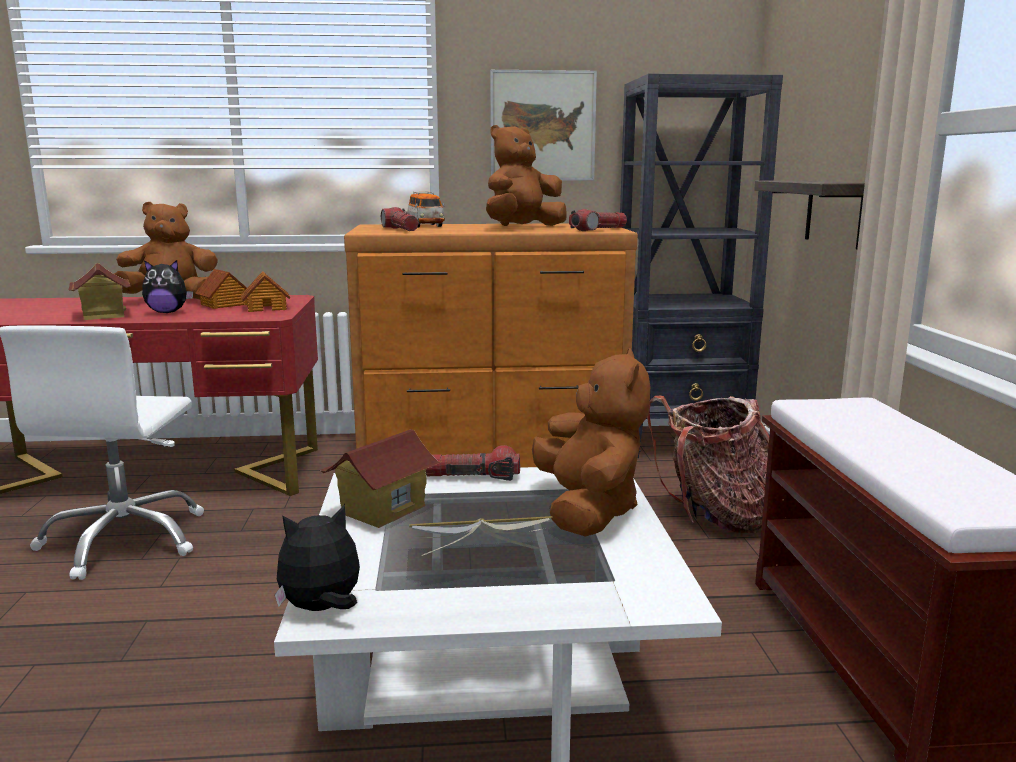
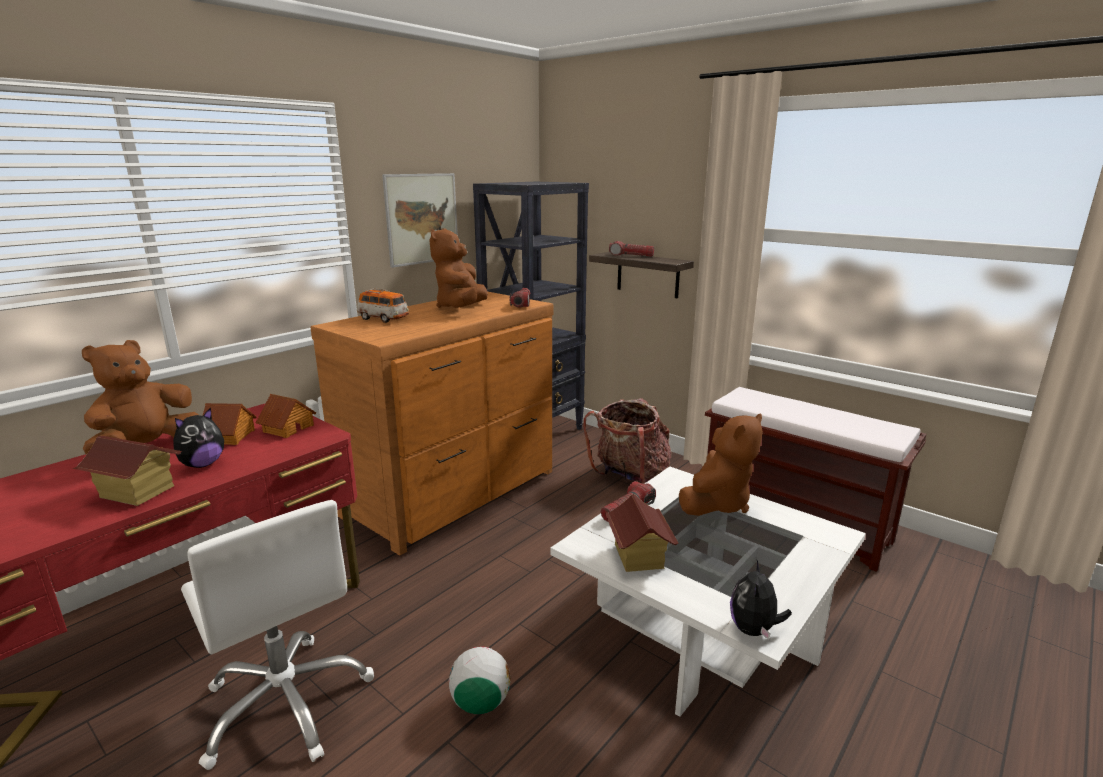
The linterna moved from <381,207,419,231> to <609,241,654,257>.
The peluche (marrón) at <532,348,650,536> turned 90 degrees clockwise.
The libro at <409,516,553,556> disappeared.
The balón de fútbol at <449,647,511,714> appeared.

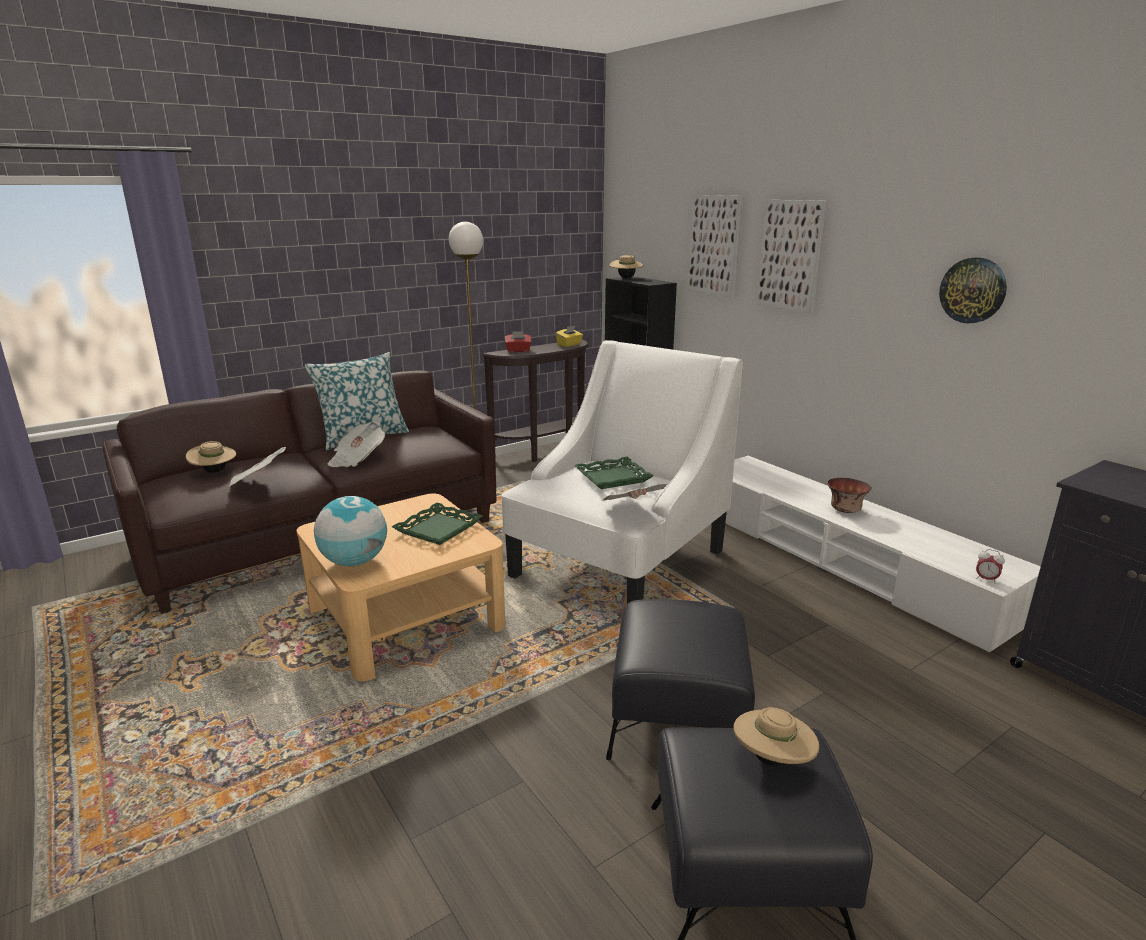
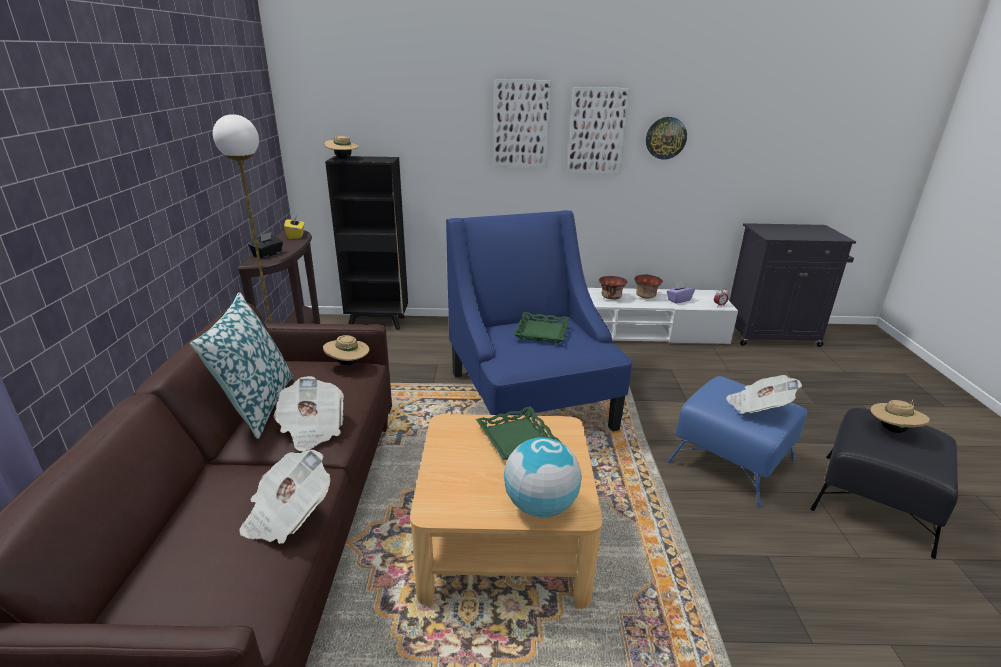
The cuadro moved from <688,195,743,298> to <567,87,630,174>.
The caja de pañuelos (rojo) at <505,331,531,352> became the caja de pañuelos (negro) at <248,232,283,258>.
The sillón (blanco) at <502,340,743,604> became the sillón (azul) at <446,210,632,432>.
The sombrero (beis) moved from <186,441,236,473> to <323,335,370,366>.
The periódico moved from <601,484,668,501> to <726,375,802,414>.
The puf (negro) at <606,599,755,760> became the puf (azul) at <667,376,807,508>.
The cuenco at <634,274,663,298> appeared.
The caja de pañuelos (morado) at <667,282,695,304> appeared.

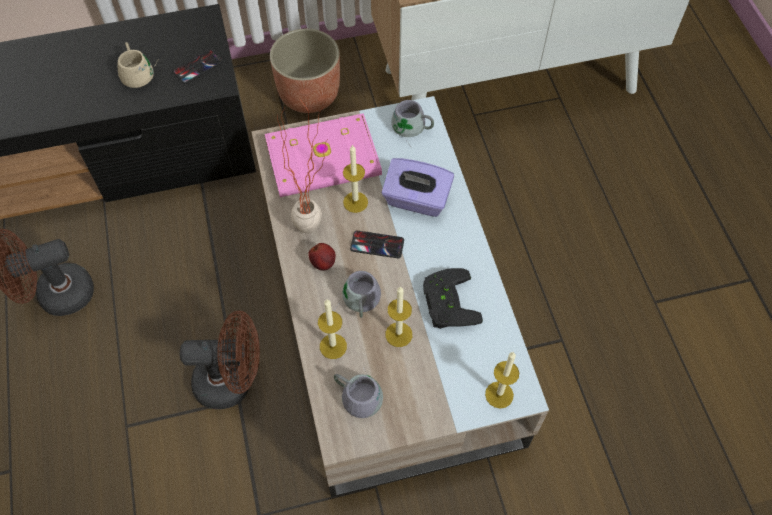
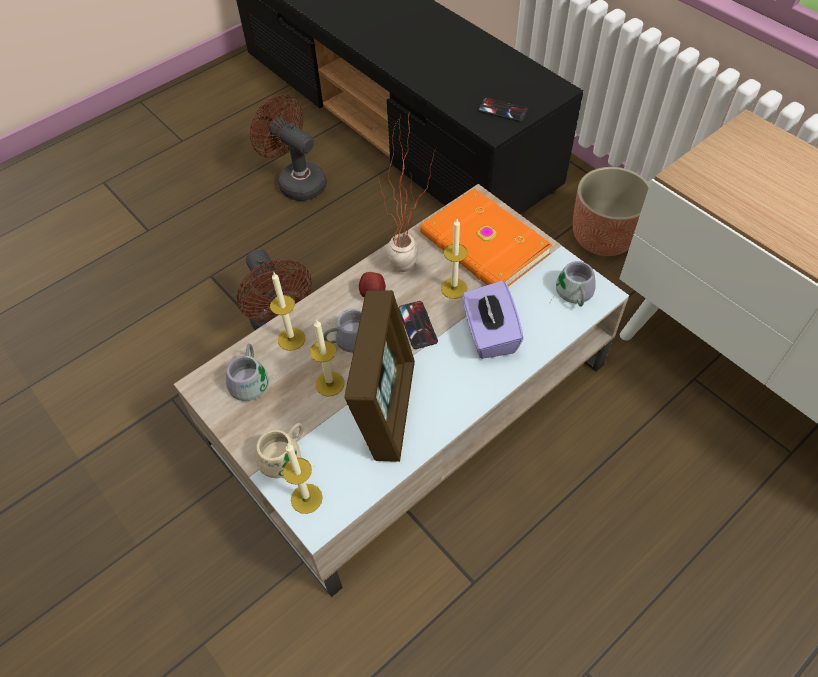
The taza grande (beis) moved from <118,42,158,88> to <255,423,315,478>.
The libro (rosa) at <265,113,382,197> became the libro (naranja) at <420,188,553,287>.
The mando de consola (negro) at <423,268,483,329> was replaced by the portarretratos at <344,290,415,462>.

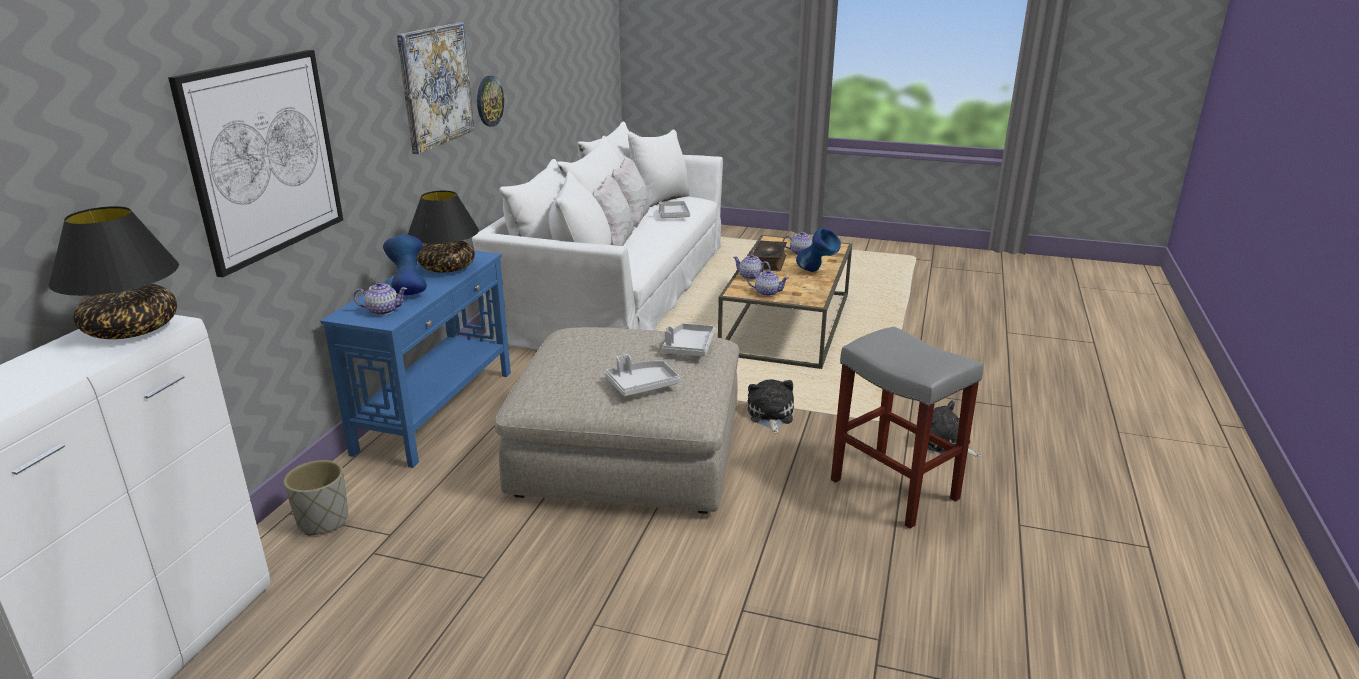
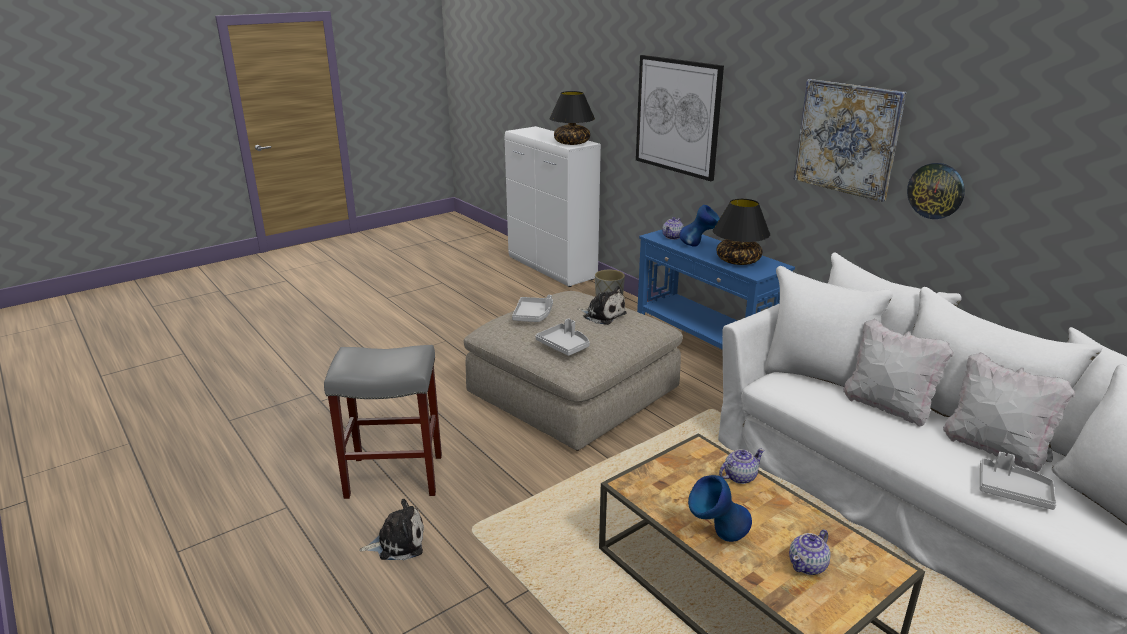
The libro at <753,241,787,271> disappeared.
The tetera at <747,270,789,296> disappeared.
The peluche moved from <747,379,794,433> to <577,286,627,325>.

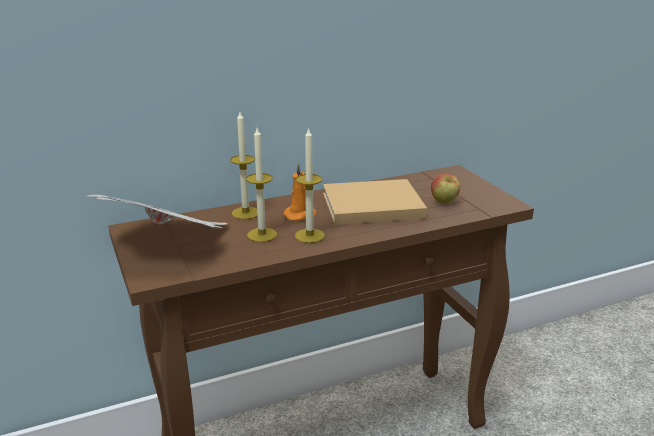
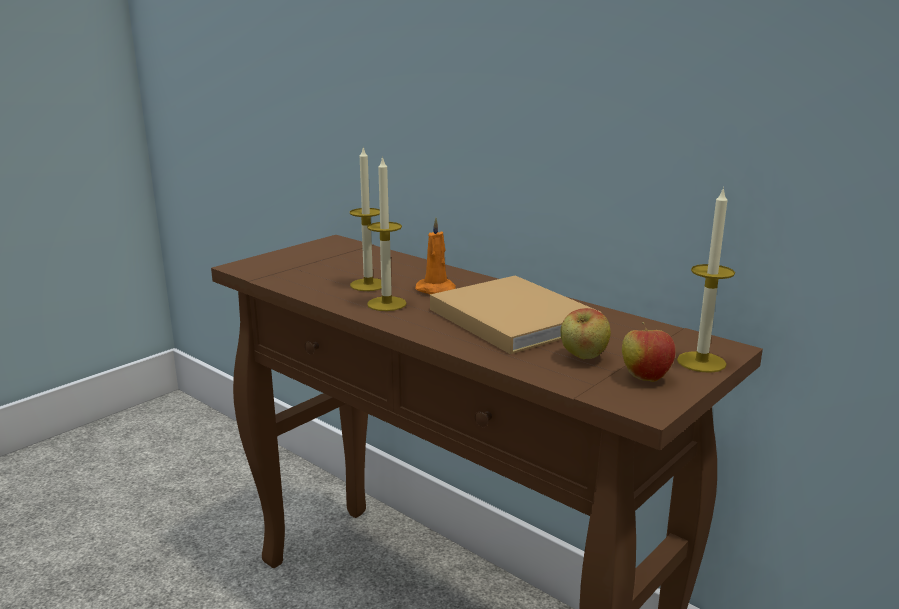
The vela moved from <230,112,257,219> to <677,187,735,373>.
The periódico at <87,194,228,228> disappeared.
The manzana at <622,322,676,382> appeared.

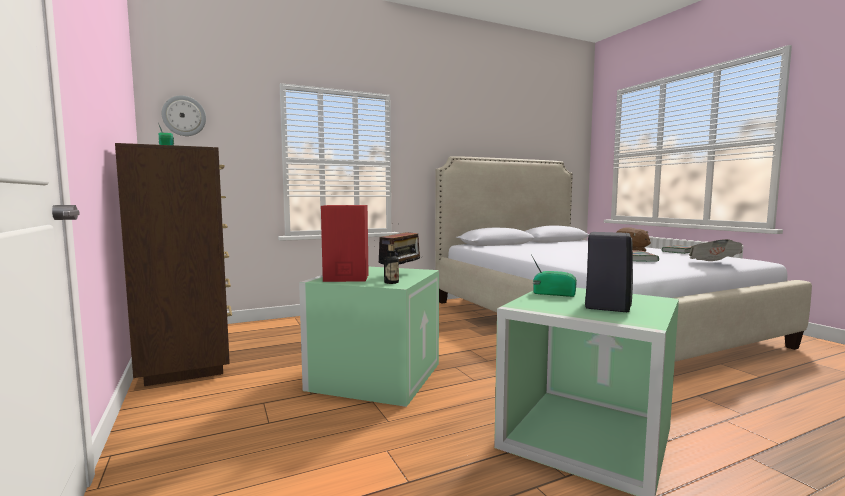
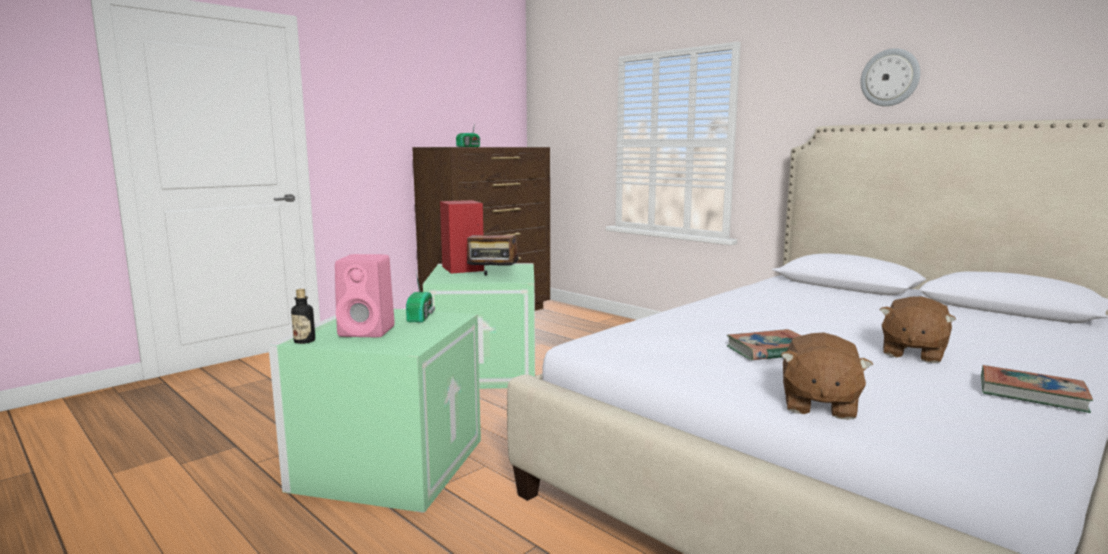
The reloj de pared moved from <162,95,206,136> to <861,48,920,106>.
The altavoz (negro) at <585,232,633,312> became the altavoz (rosa) at <335,254,395,337>.
The periódico at <689,239,743,261> was replaced by the peluche (marrón) at <781,332,873,420>.
The botella moved from <384,245,399,284> to <291,289,315,344>.

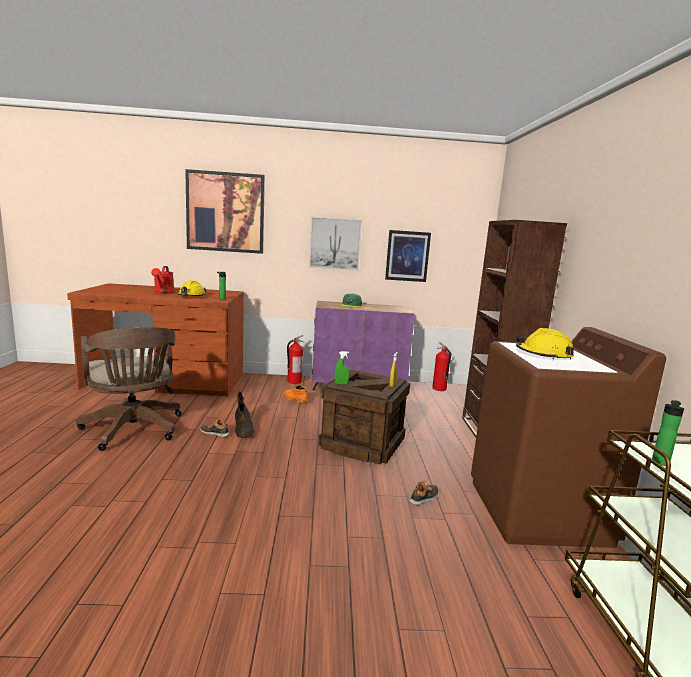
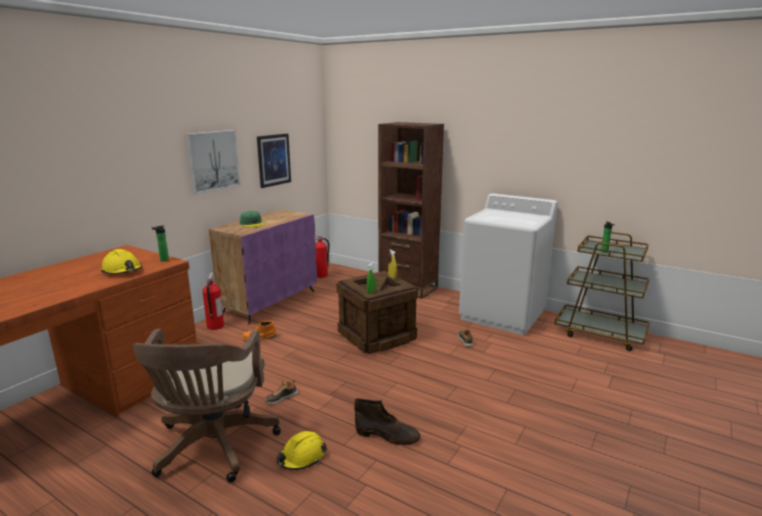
The cuadro at <185,169,265,254> disappeared.
The regadera (rojo) at <151,266,175,294> disappeared.
The silla de oficina (marrón) at <76,327,182,451> turned 90 degrees clockwise.
The lavadora (marrón) at <471,327,666,548> became the lavadora (blanco) at <459,193,558,335>.
The casco (amarillo) moved from <516,328,574,359> to <277,431,327,470>.
The bota (marrón) moved from <235,392,254,438> to <354,398,420,445>.

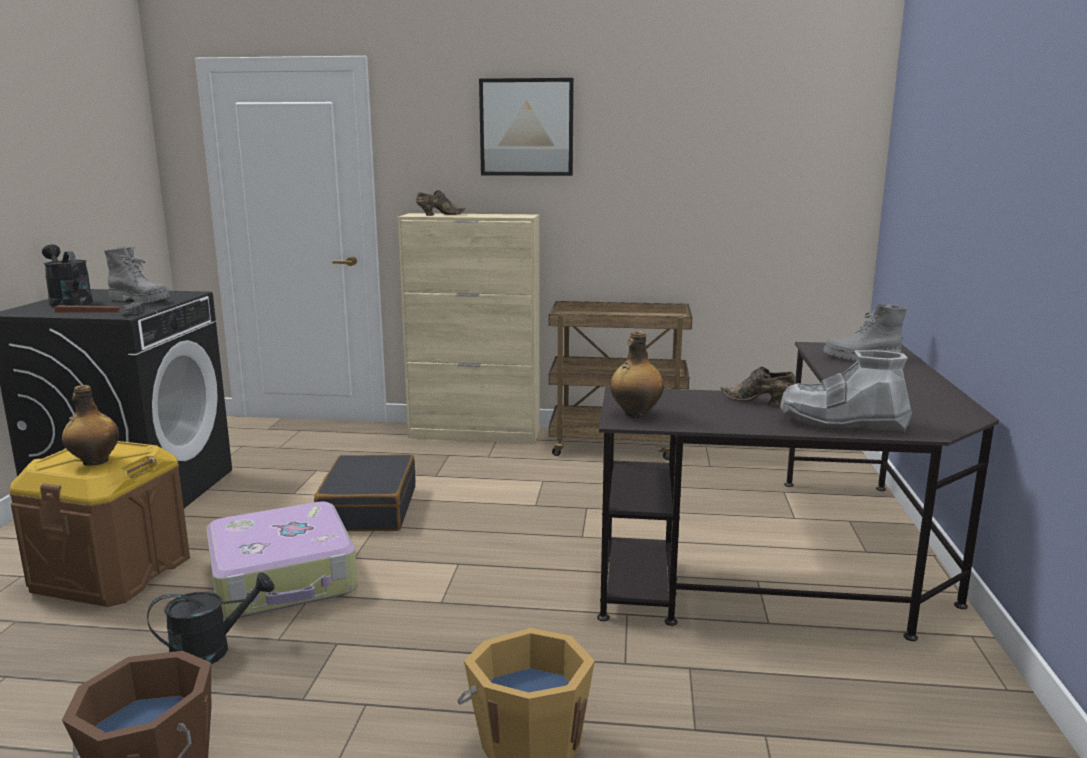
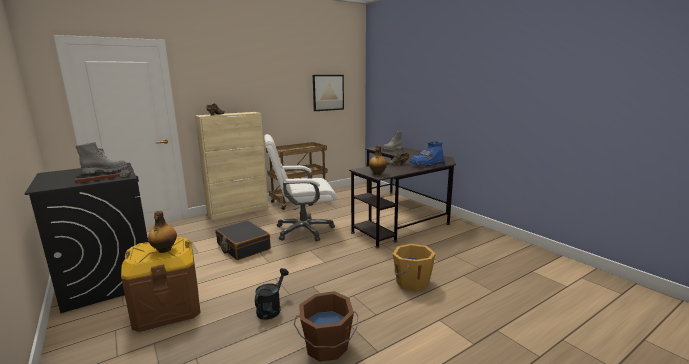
The cuadro moved from <479,78,574,176> to <313,75,344,111>.
The regadera (negro) at <42,244,93,307> disappeared.
The bota (gris) at <780,350,912,433> became the bota (azul) at <410,142,445,167>.
The maleta at <206,501,358,618> disappeared.
The silla de oficina (blanco) at <264,134,337,241> appeared.

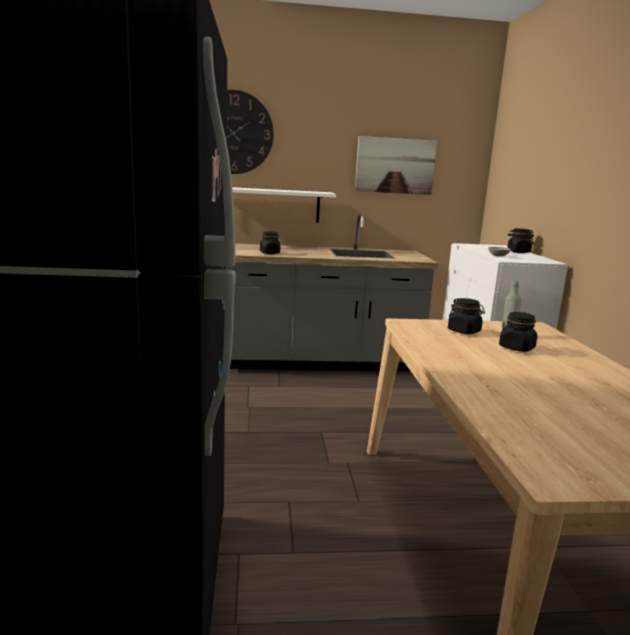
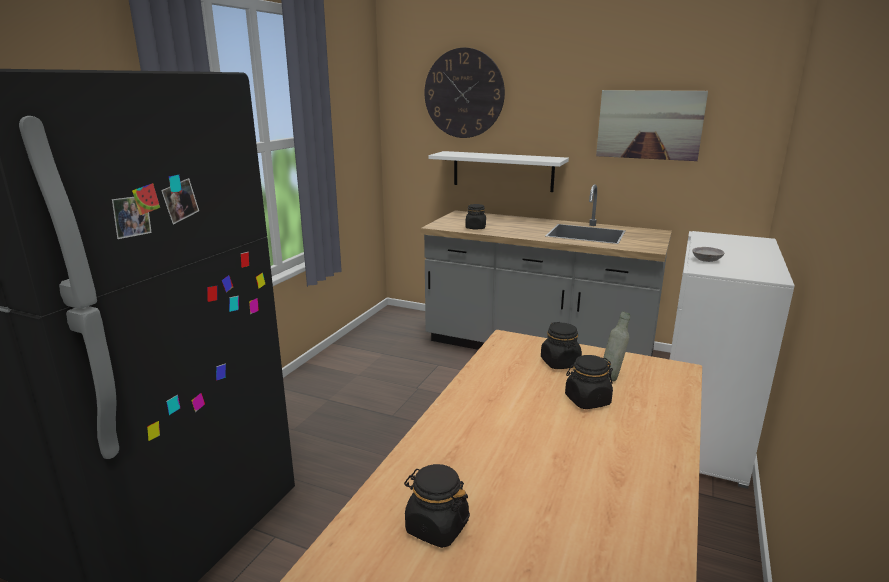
The tarro (negro) moved from <507,228,534,253> to <404,464,470,548>.

